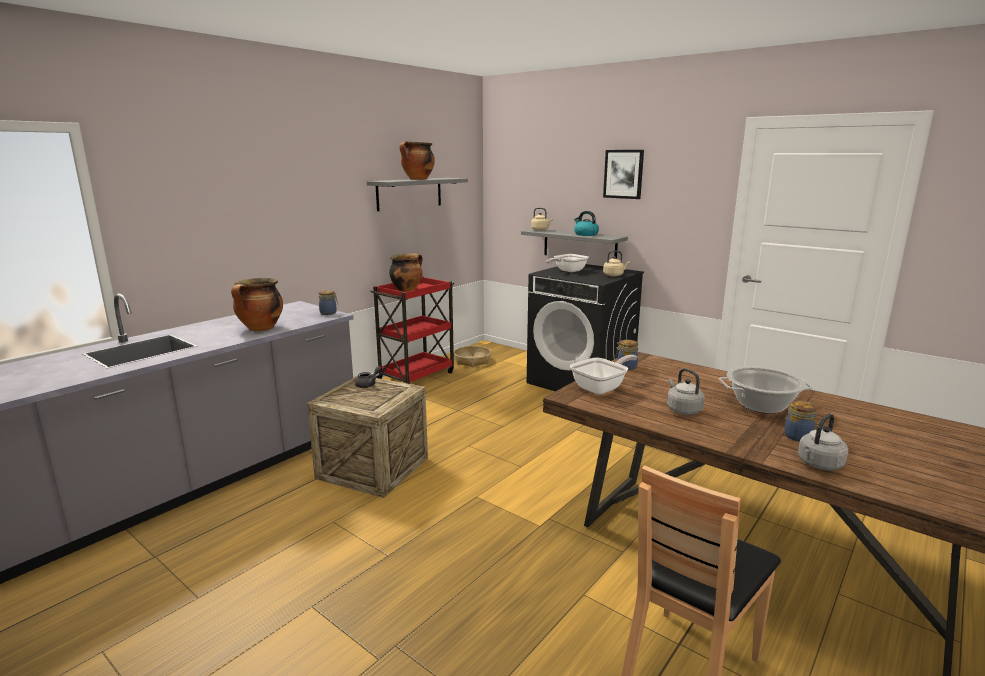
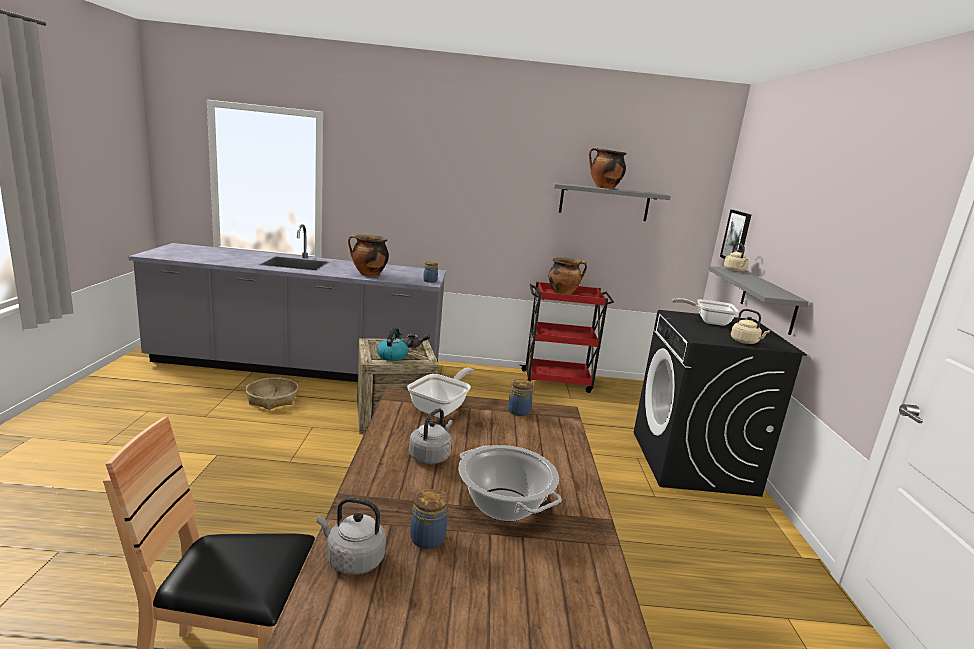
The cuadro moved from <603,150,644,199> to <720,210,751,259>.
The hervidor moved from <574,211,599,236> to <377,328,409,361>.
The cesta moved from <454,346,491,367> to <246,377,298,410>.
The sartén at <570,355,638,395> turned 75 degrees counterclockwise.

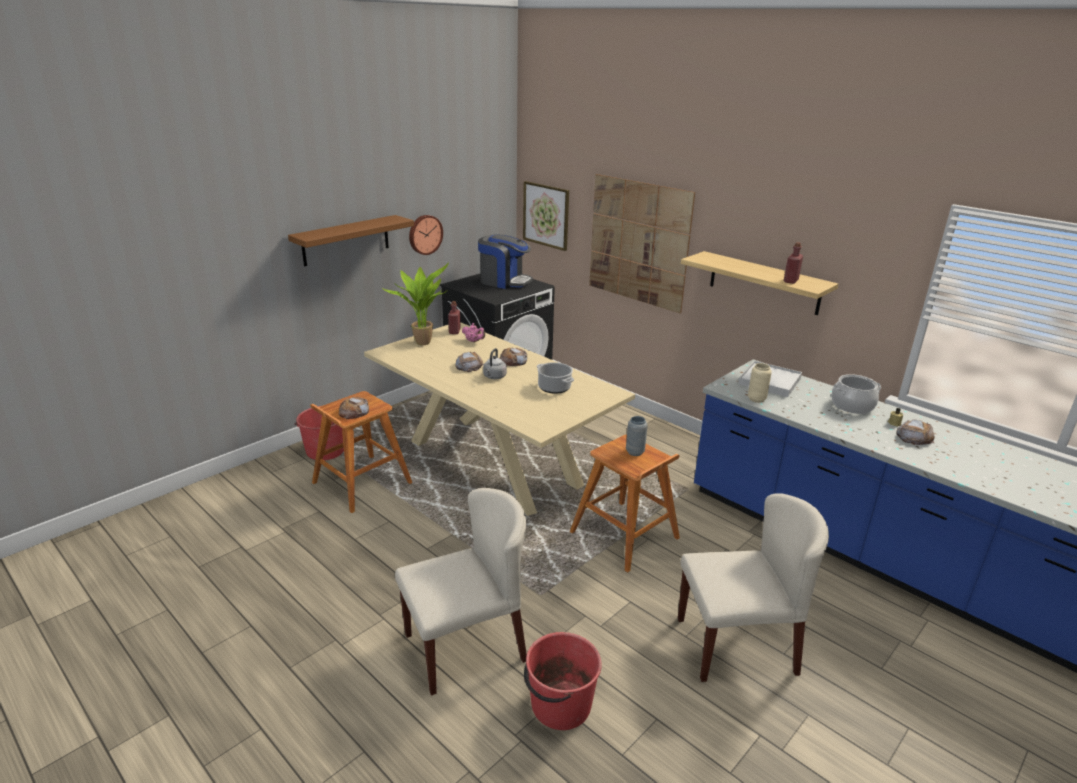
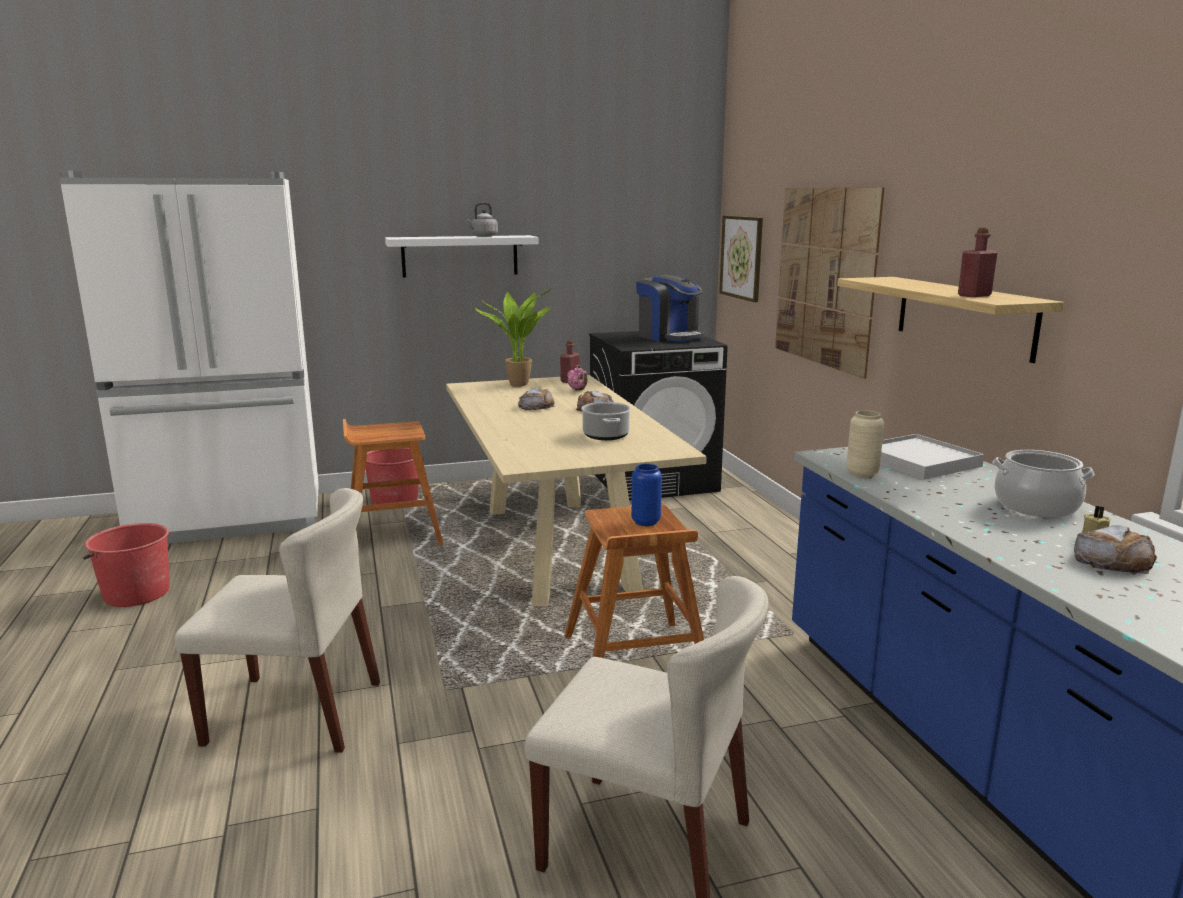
The estante (marrón) at <288,215,414,266> became the estante (blanco) at <385,235,539,277>.
The reloj de pared at <409,215,443,255> disappeared.
The hervidor (gris) moved from <483,348,507,379> to <465,202,498,237>.
The pan at <339,397,369,419> disappeared.
The florero (gris) at <626,416,648,456> became the florero (azul) at <631,464,662,526>.
The cubo (rojo) moved from <524,632,602,730> to <83,523,169,607>.
The nevera (blanco) at <59,170,319,543> appeared.

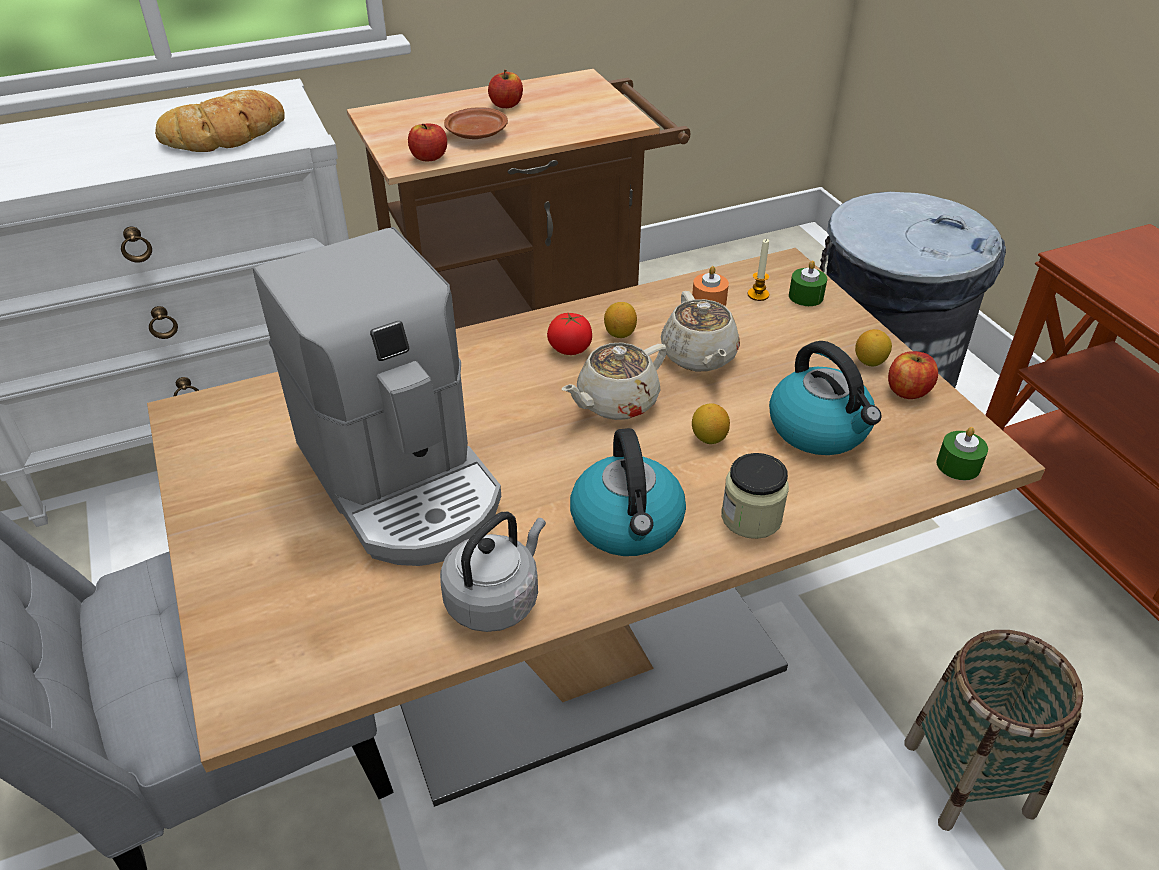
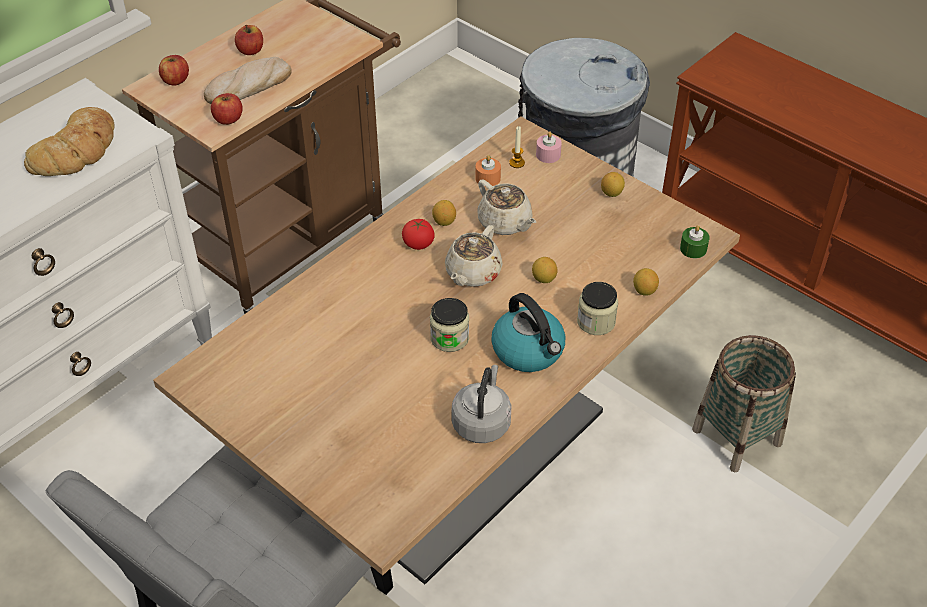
The plato (marrón) at <444,107,508,139> was replaced by the pan at <204,57,292,104>.
The cafetera at <253,227,501,566> disappeared.
The vela (verde) at <789,261,827,306> became the vela (rosa) at <536,131,562,163>.
The hervidor at <769,341,882,455> disappeared.
The manzana moved from <888,351,938,399> to <159,55,189,85>.
The limón at <633,268,659,296> appeared.
The tarro at <430,298,469,352> appeared.

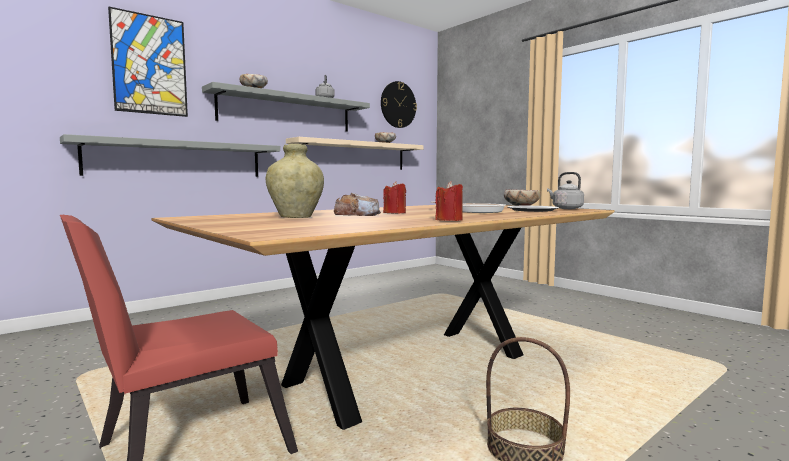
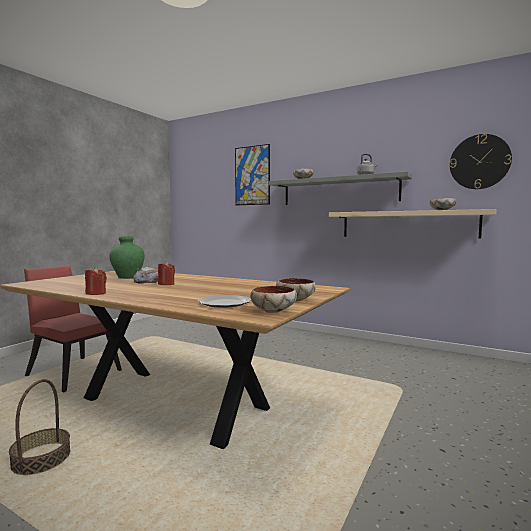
The estante (gris) at <60,134,280,177> disappeared.
The florero (beis) at <265,144,324,218> became the florero (verde) at <109,236,145,279>.
The hervidor (gris) at <547,172,584,209> was replaced by the cuenco at <250,286,297,313>.
The sartén at <431,201,506,213> disappeared.

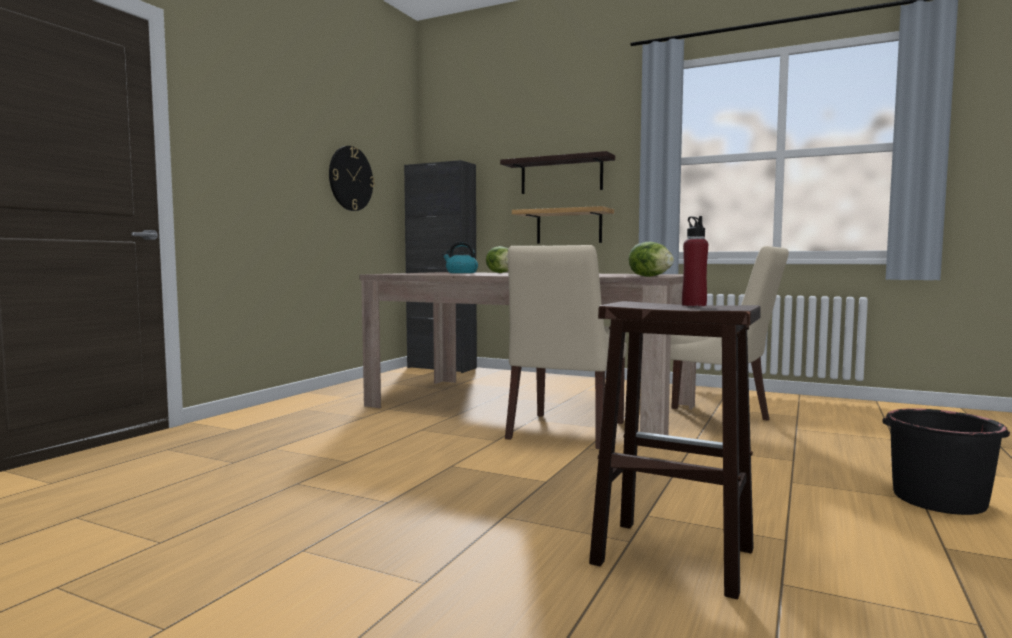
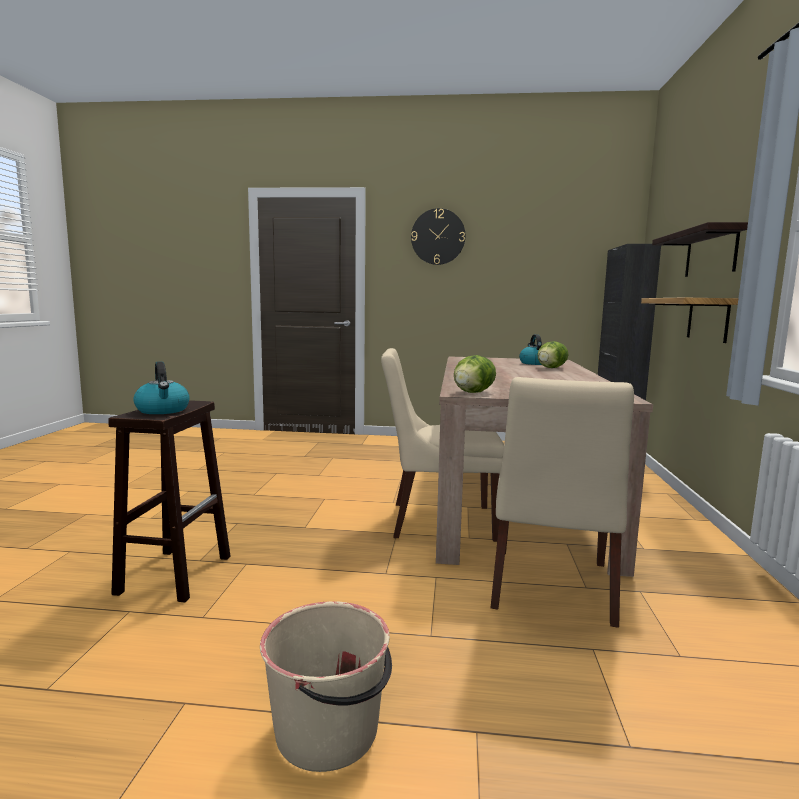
The reloj de pared moved from <329,146,375,211> to <411,208,465,265>.
The botella (rojo) at <682,216,708,306> was replaced by the hervidor at <133,362,189,414>.
The cubo (negro) at <882,408,1010,515> became the cubo (beis) at <260,601,392,772>.

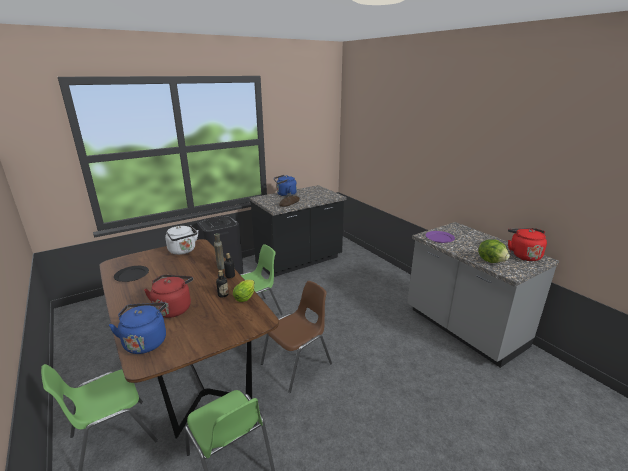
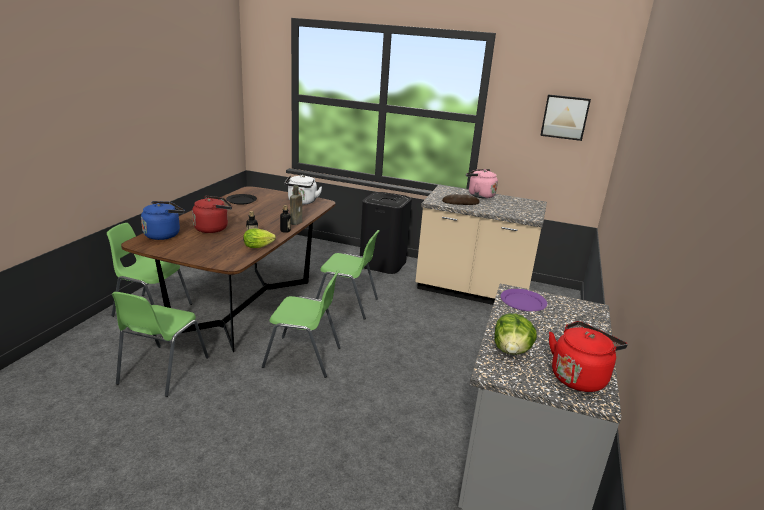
The hervidor (azul) at <274,175,297,196> became the hervidor (rosa) at <466,169,498,198>.
The mueble bajo de cocina (negro) at <250,185,346,277> became the mueble bajo de cocina (beis) at <415,185,547,305>.
The silla (marrón) at <261,281,332,393> became the silla (verde) at <262,270,341,378>.
The cuadro at <540,94,591,141> appeared.

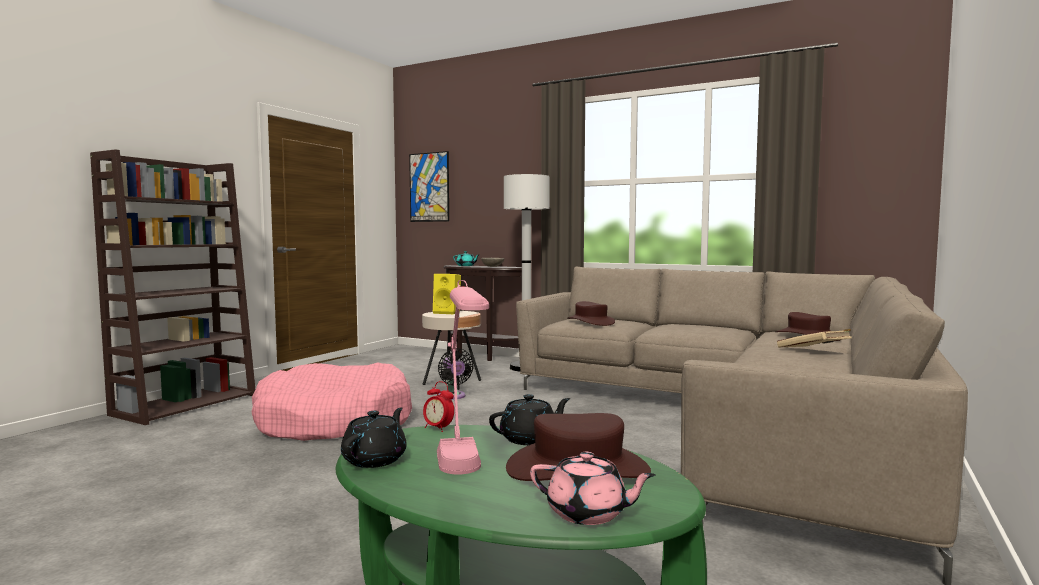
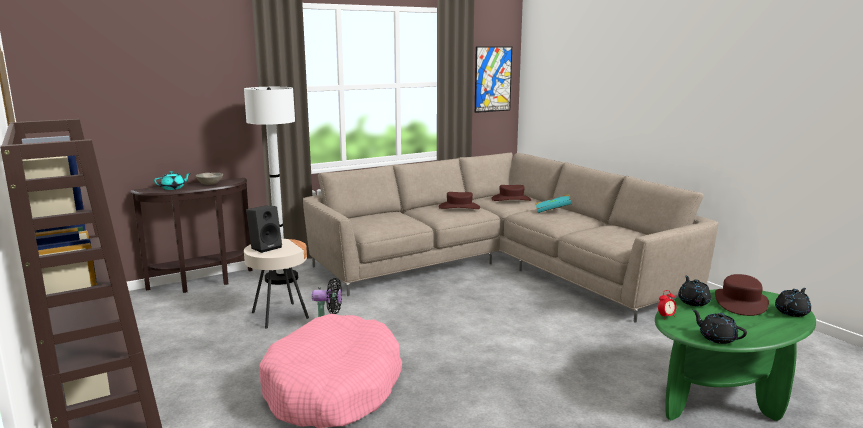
The cuadro moved from <409,151,449,222> to <475,46,512,113>.
The altavoz (amarillo) at <433,274,461,314> became the altavoz (negro) at <246,205,282,253>.
The lámpara de mesa (rosa) at <437,280,489,475> disappeared.
The sombrero (marrón) moved from <567,301,615,326> to <438,192,480,209>.
The libro (beis) at <777,329,852,348> became the libro (turquesa) at <536,194,571,213>.
The tetera (rosa) at <530,452,656,525> became the tetera (negro) at <775,288,811,317>.

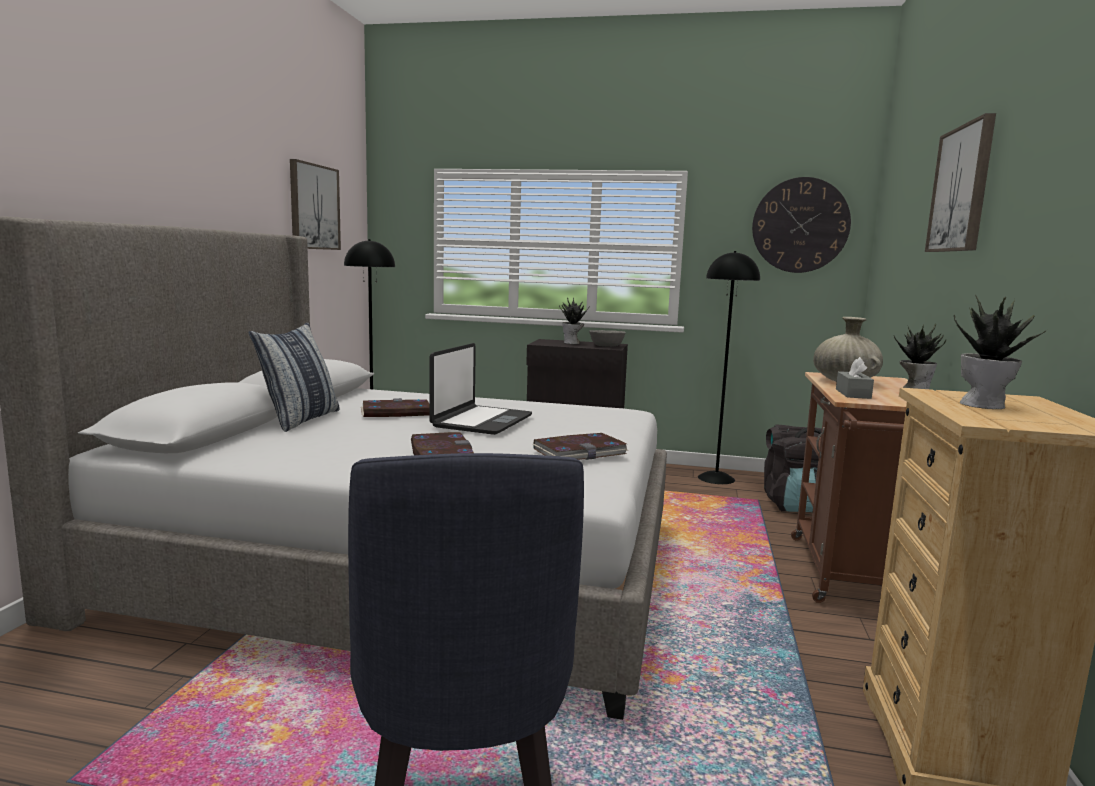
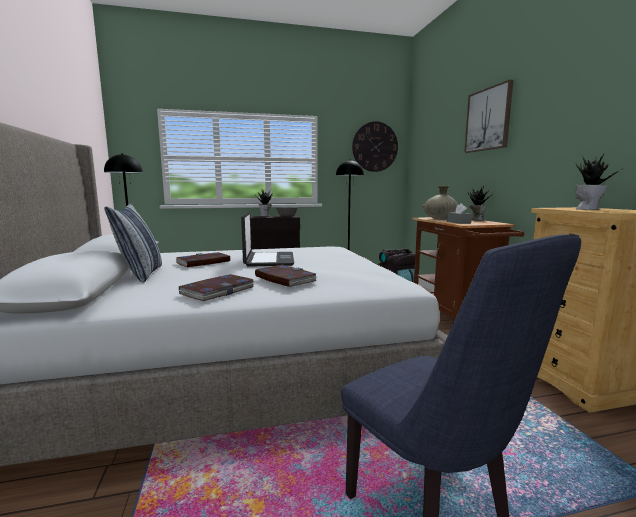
The cuadro at <290,159,341,250> disappeared.
The libro moved from <533,433,628,460> to <178,274,254,301>.

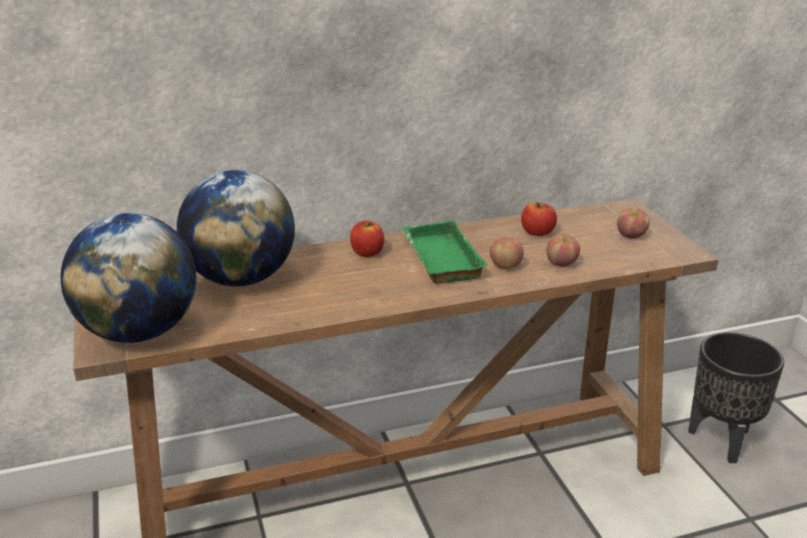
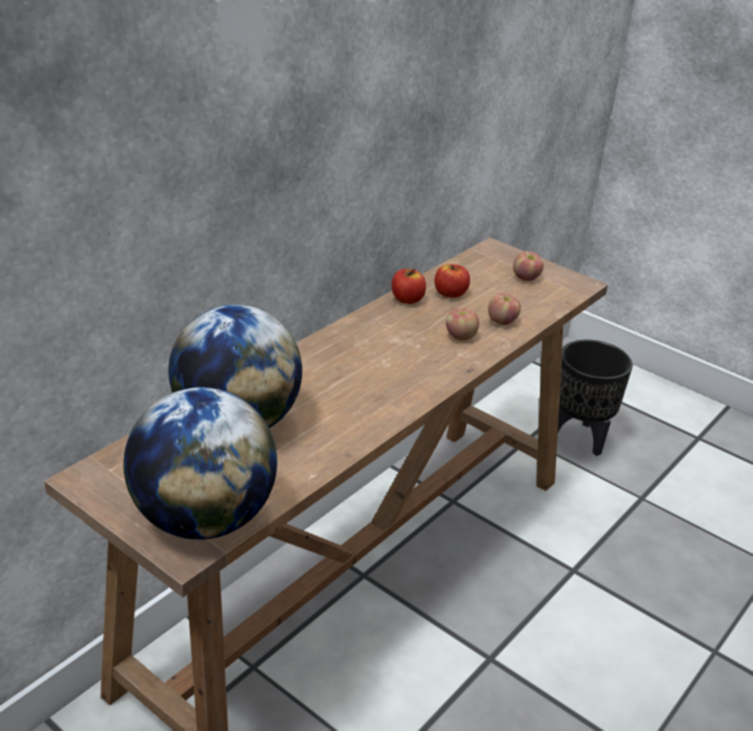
The bandeja (verde) at <402,220,488,284> disappeared.
The manzana moved from <350,221,384,257> to <392,269,426,304>.

